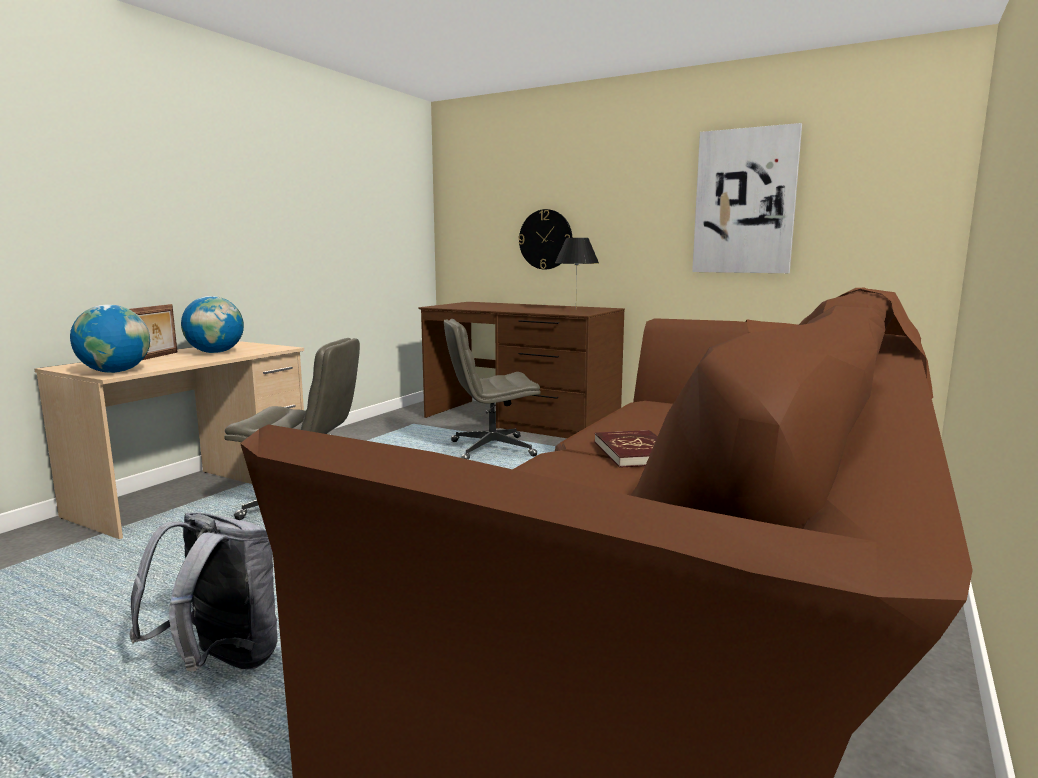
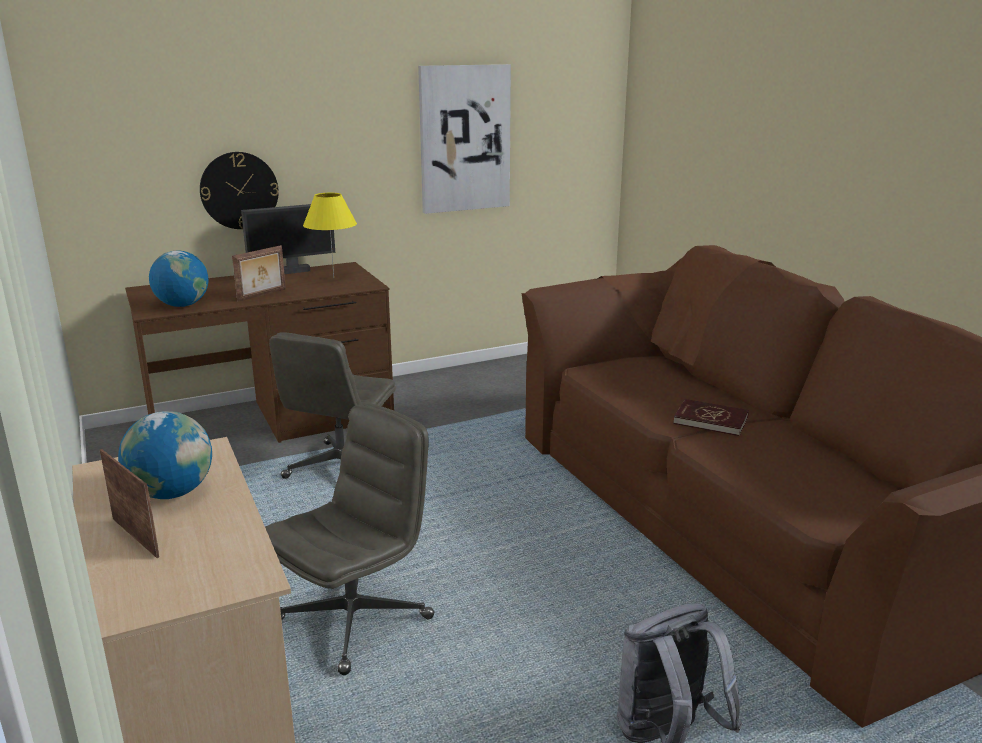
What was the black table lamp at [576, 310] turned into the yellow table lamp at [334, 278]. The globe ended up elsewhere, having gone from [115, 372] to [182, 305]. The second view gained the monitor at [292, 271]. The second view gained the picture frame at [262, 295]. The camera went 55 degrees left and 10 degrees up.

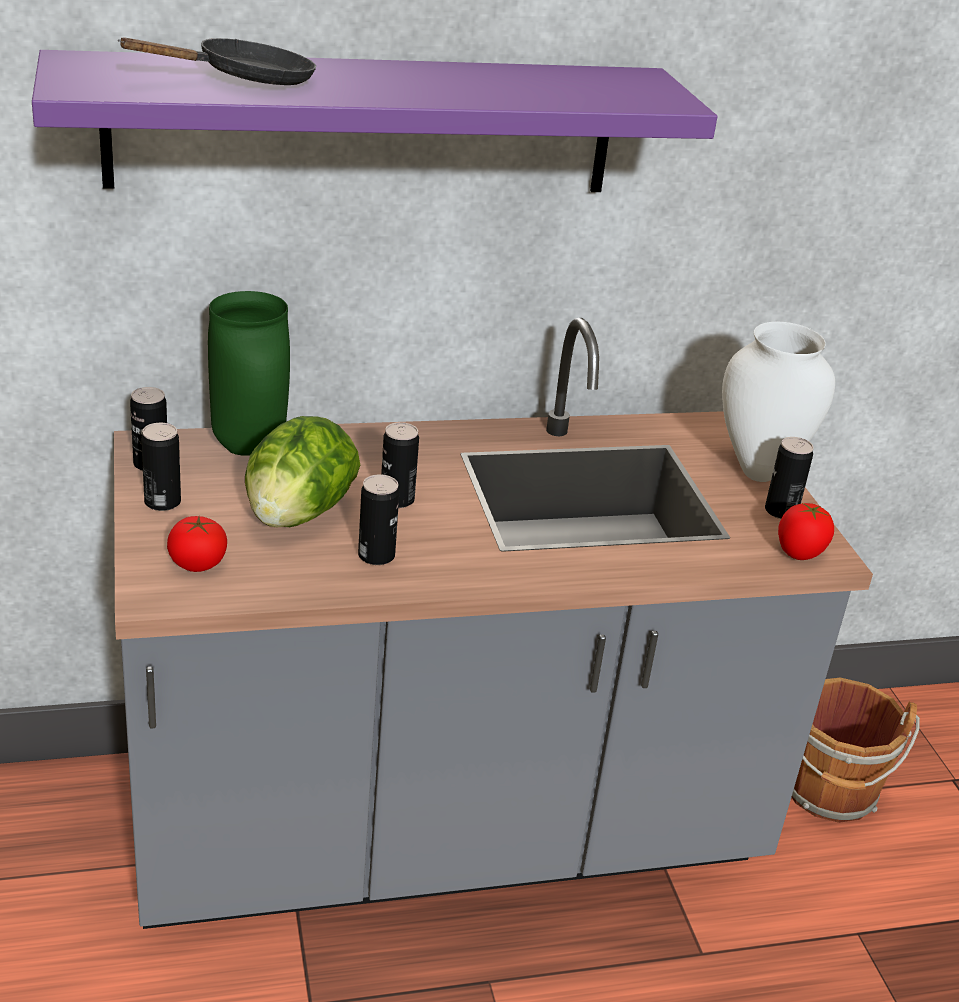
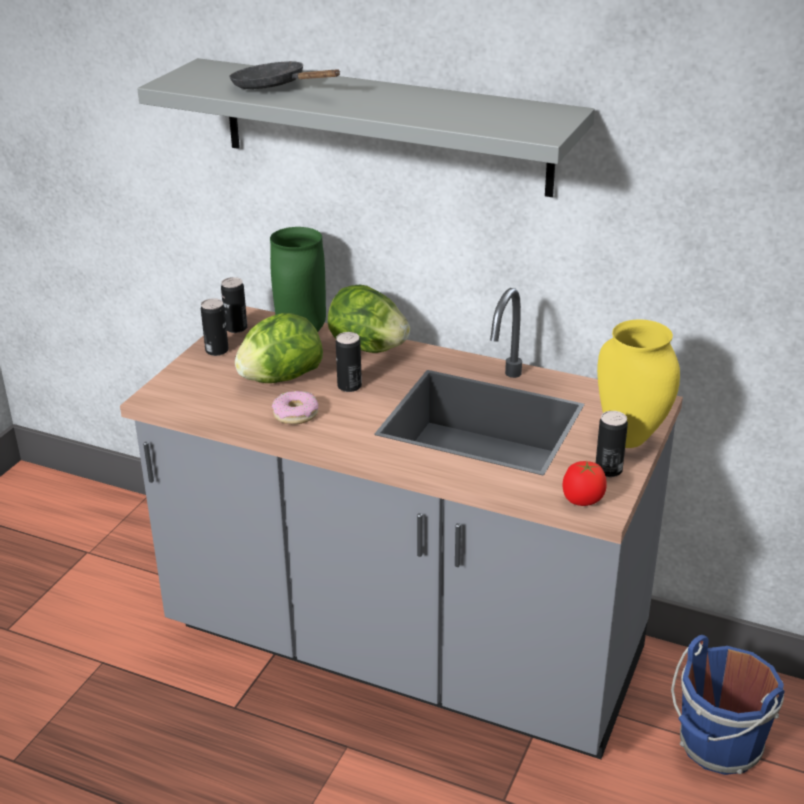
The black frying pan at [245, 80] ended up facing another way, 150 degrees counterclockwise from before. What was the purple shelf at [364, 125] turned into the grey shelf at [384, 126]. What was the white vase at [758, 472] turned into the yellow vase at [628, 440]. Where the can stood at [376, 556], the donut came to stand at [295, 414]. The second view lost the tomato at [197, 563]. What was the brown bucket at [829, 793] turned into the blue bucket at [718, 746]. The second view gained the lettuce at [367, 348]. The camera went 40 degrees right and 0 degrees up.

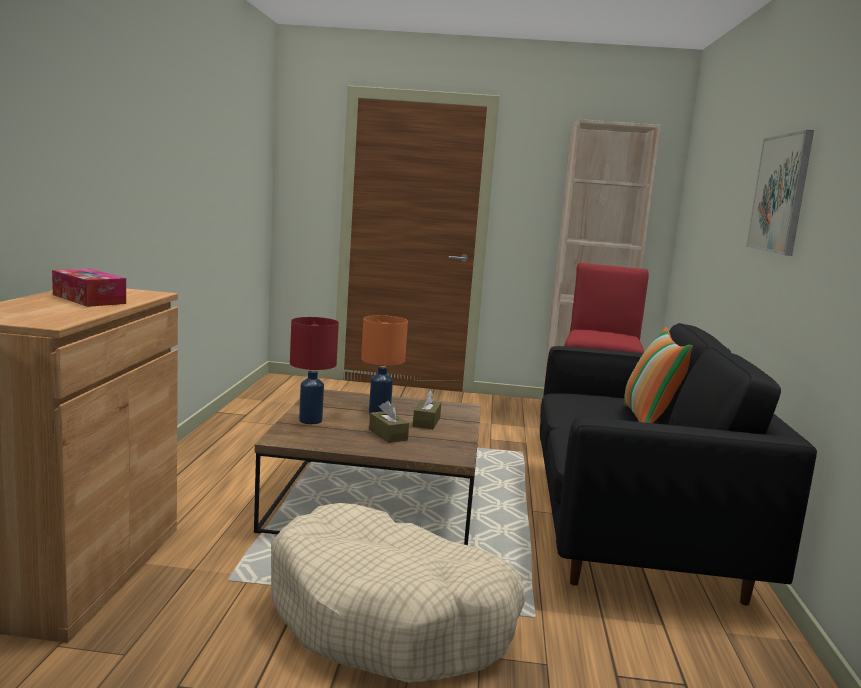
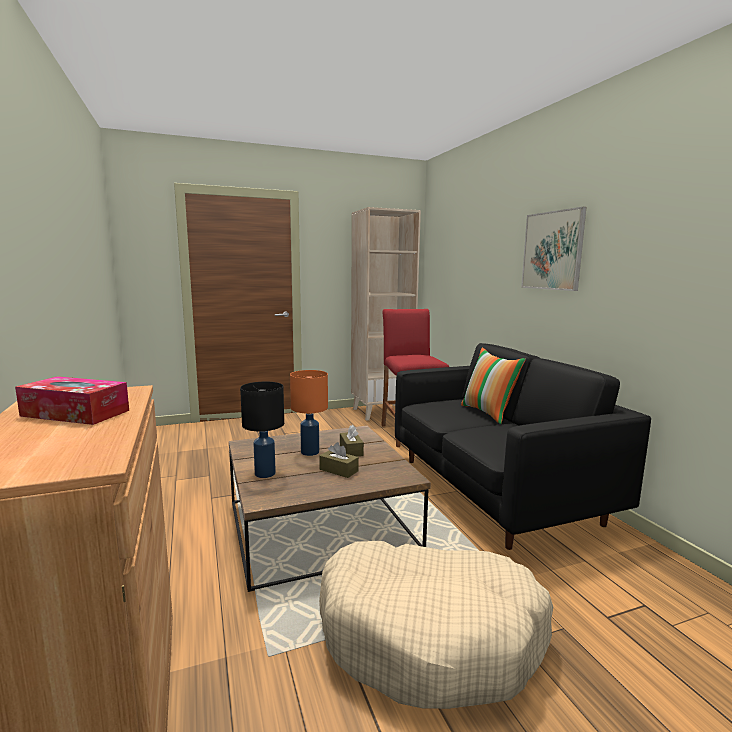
What was the red table lamp at [310, 420] turned into the black table lamp at [264, 473]. The camera went 25 degrees left and 0 degrees up.

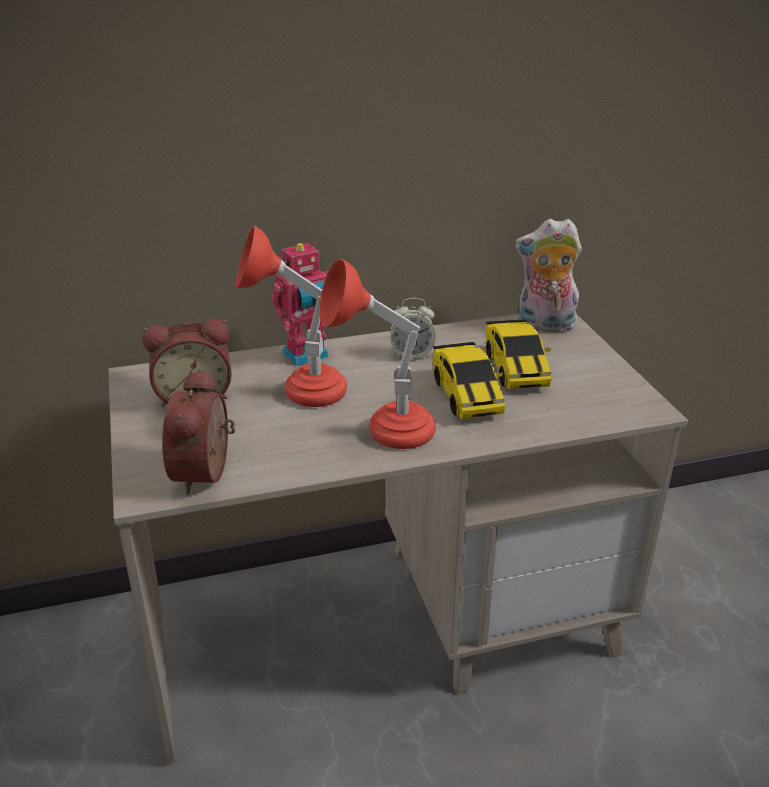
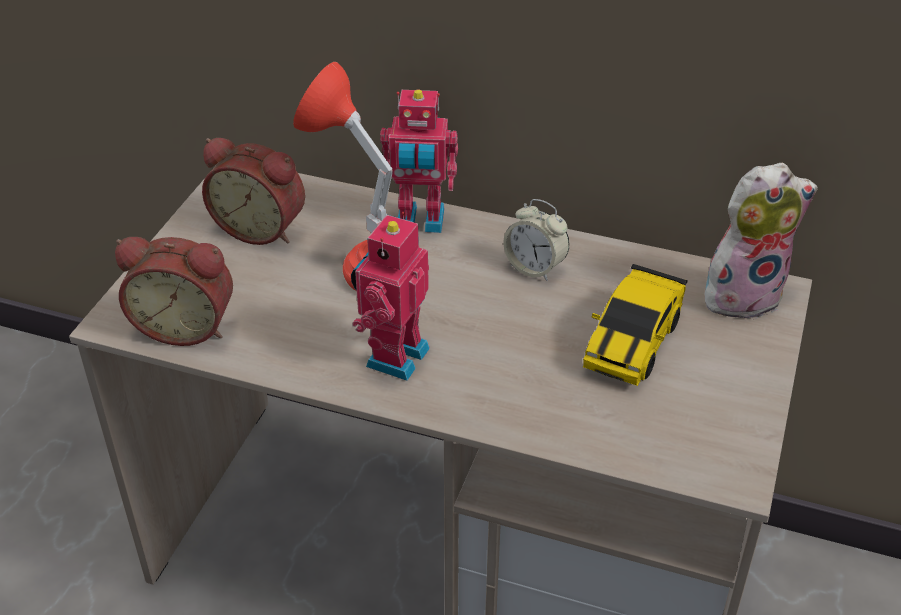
The plush toy at [544, 325] ended up facing another way, 120 degrees clockwise from before. Where the red table lamp stood at [382, 431], the toy robot came to stand at [393, 356]. The second view lost the toy car at [466, 395]. The alarm clock at [207, 473] ended up facing another way, 120 degrees counterclockwise from before. The camera went 35 degrees right and 10 degrees up.

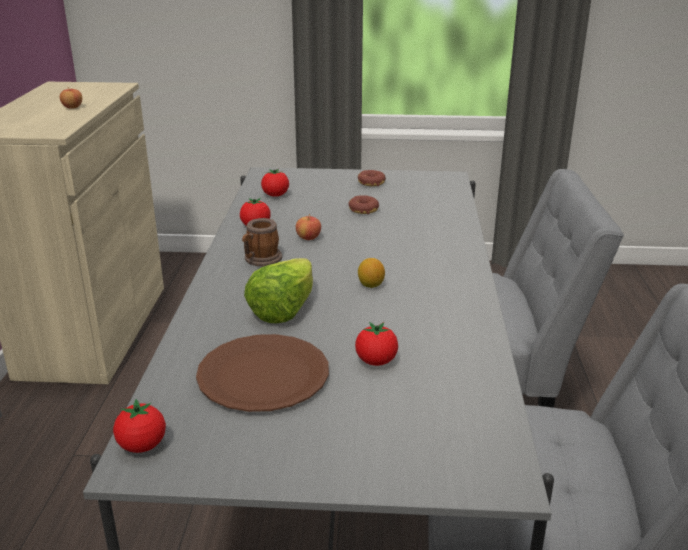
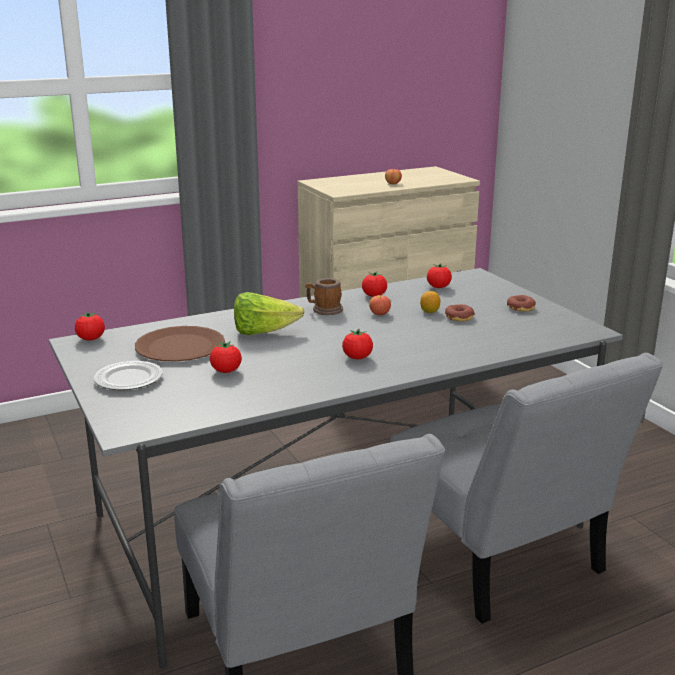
The lemon ended up elsewhere, having gone from [370, 285] to [429, 311]. The second view gained the tomato at [357, 358]. The second view gained the plate at [128, 379]. The camera went 60 degrees right and 5 degrees down.

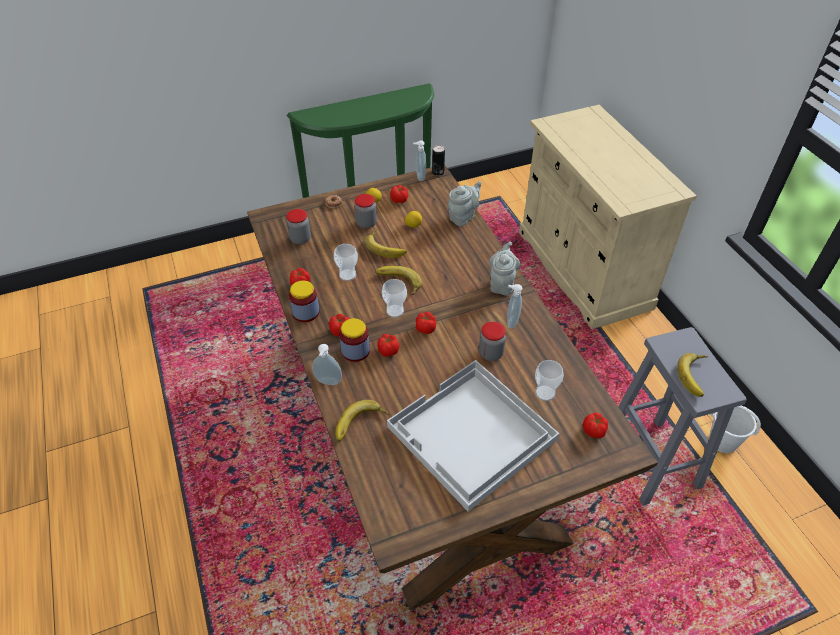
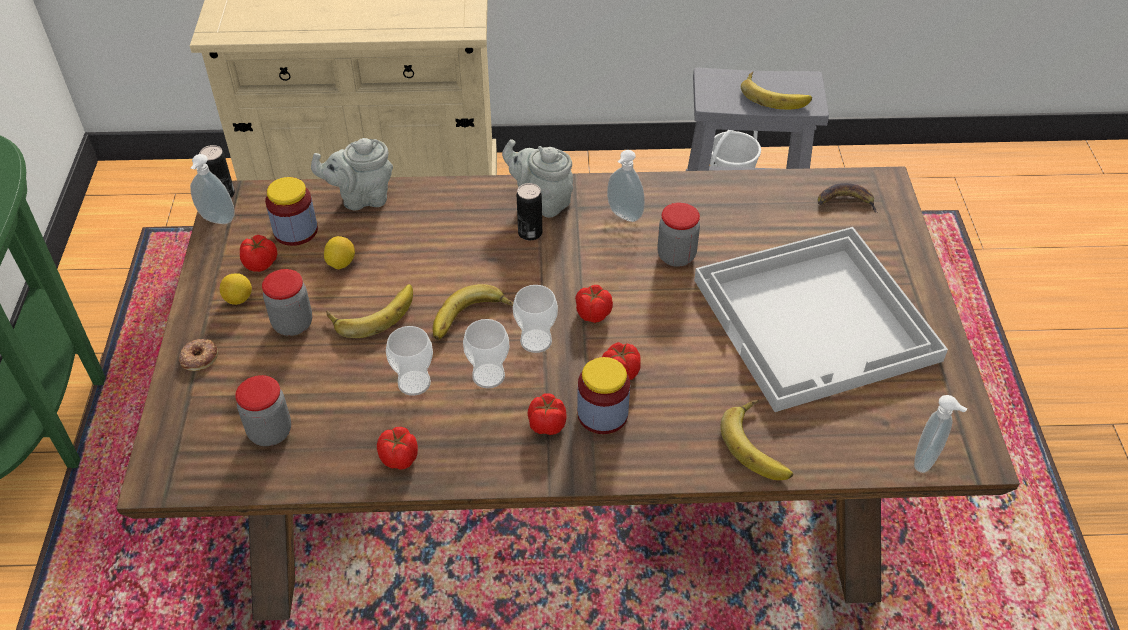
The grey teapot at [463, 217] ended up facing another way, 75 degrees counterclockwise from before. The jar ended up elsewhere, having gone from [306, 312] to [295, 231]. The soap dispenser ended up elsewhere, having gone from [328, 382] to [927, 461]. The cup ended up elsewhere, having gone from [545, 393] to [488, 376]. Where the tomato stood at [594, 431], the banana came to stand at [845, 202]. The second view gained the can at [530, 233]. The camera went 70 degrees left and 0 degrees up.

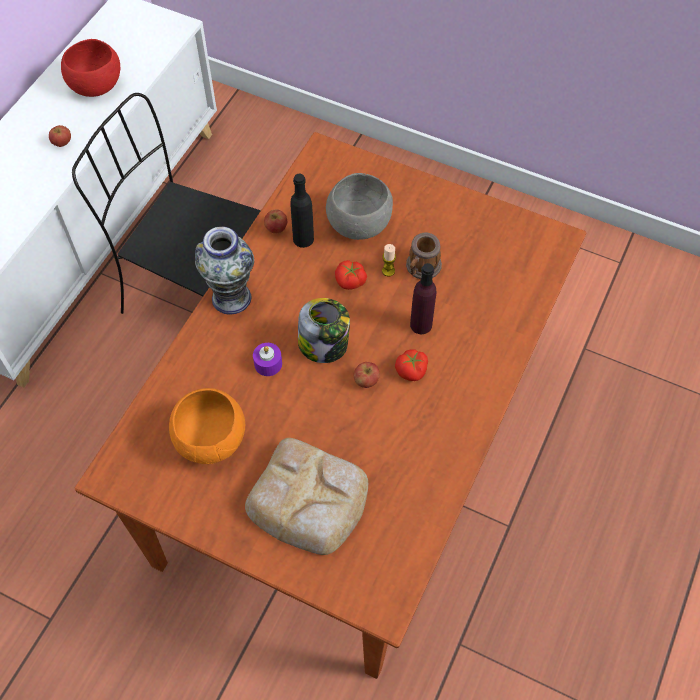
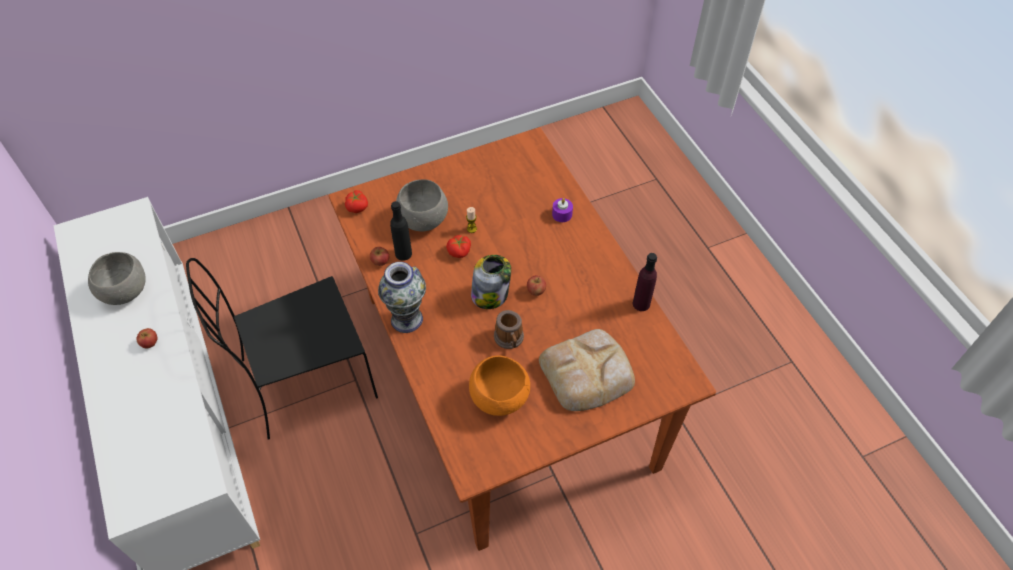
What was the red bowl at [95, 86] turned into the grey bowl at [124, 291]. The mug ended up elsewhere, having gone from [421, 268] to [510, 339]. The purple bottle ended up elsewhere, having gone from [421, 325] to [641, 304]. The purple candle ended up elsewhere, having gone from [268, 364] to [562, 214]. The tomato ended up elsewhere, having gone from [412, 370] to [357, 207]. The camera went 50 degrees left and 5 degrees down.

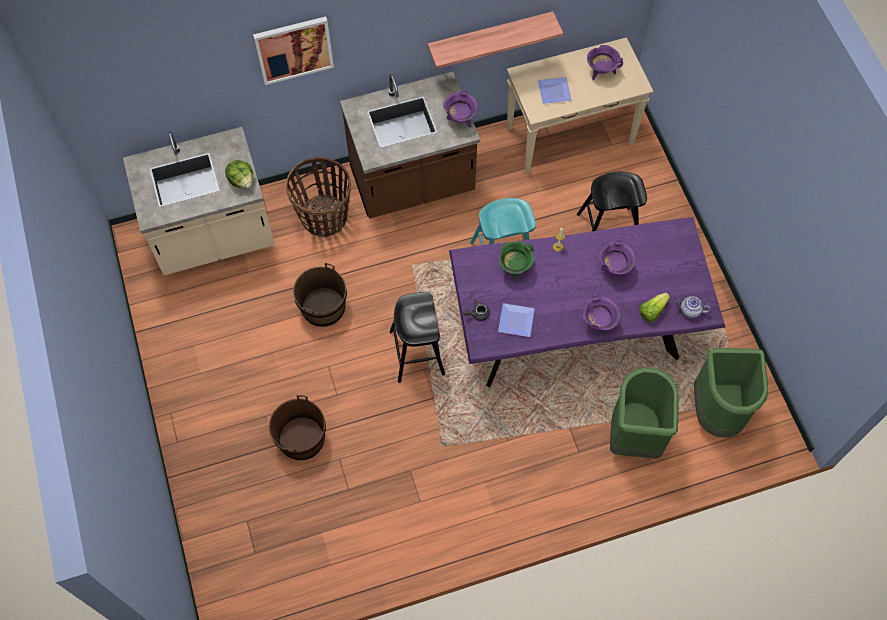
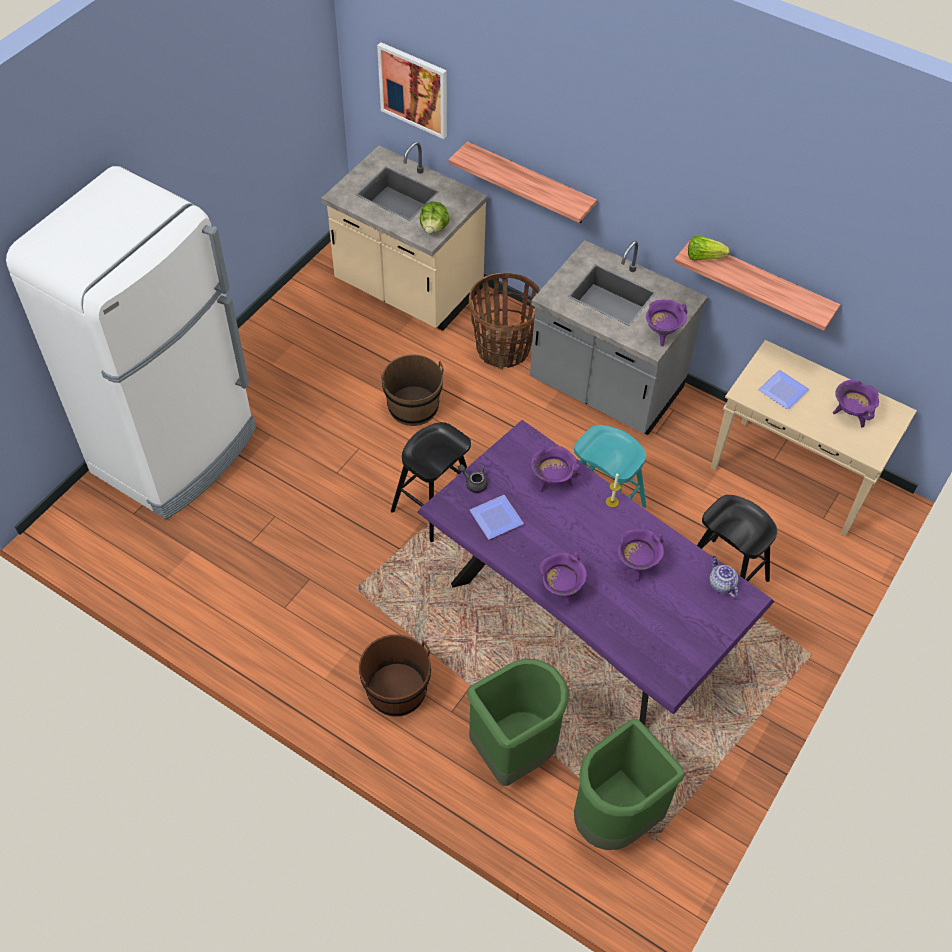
The picture ended up elsewhere, having gone from [294, 49] to [414, 89]. What was the brown counter at [412, 182] turned into the grey counter at [605, 387]. What was the green cooking pot at [515, 268] turned into the purple cooking pot at [552, 481]. The lettuce ended up elsewhere, having gone from [652, 311] to [704, 257]. The teapot ended up elsewhere, having gone from [689, 311] to [721, 584]. The brown bucket ended up elsewhere, having gone from [302, 439] to [397, 690]. The second view gained the shelf at [529, 184]. The second view gained the white fridge at [177, 451]. The camera went 50 degrees right and 10 degrees down.

